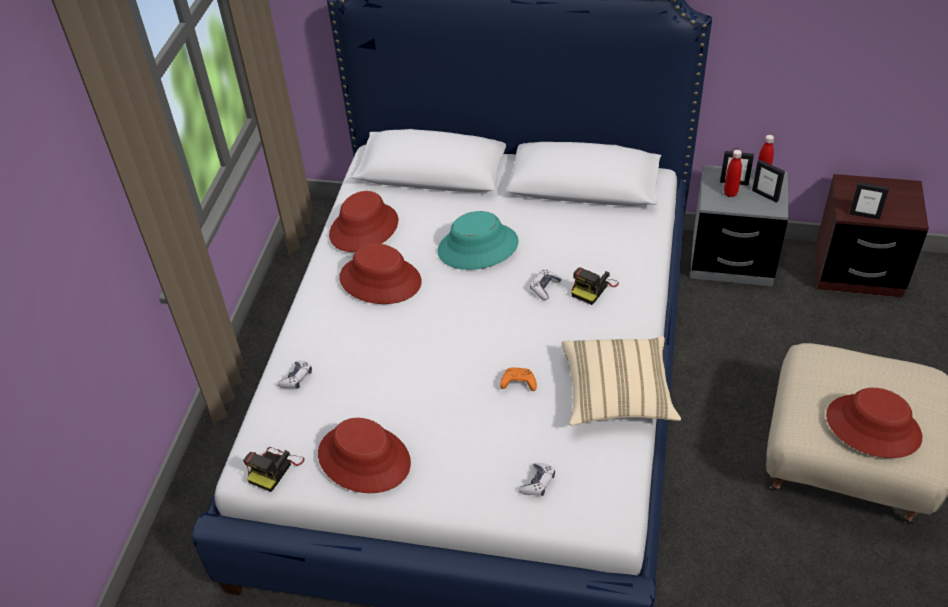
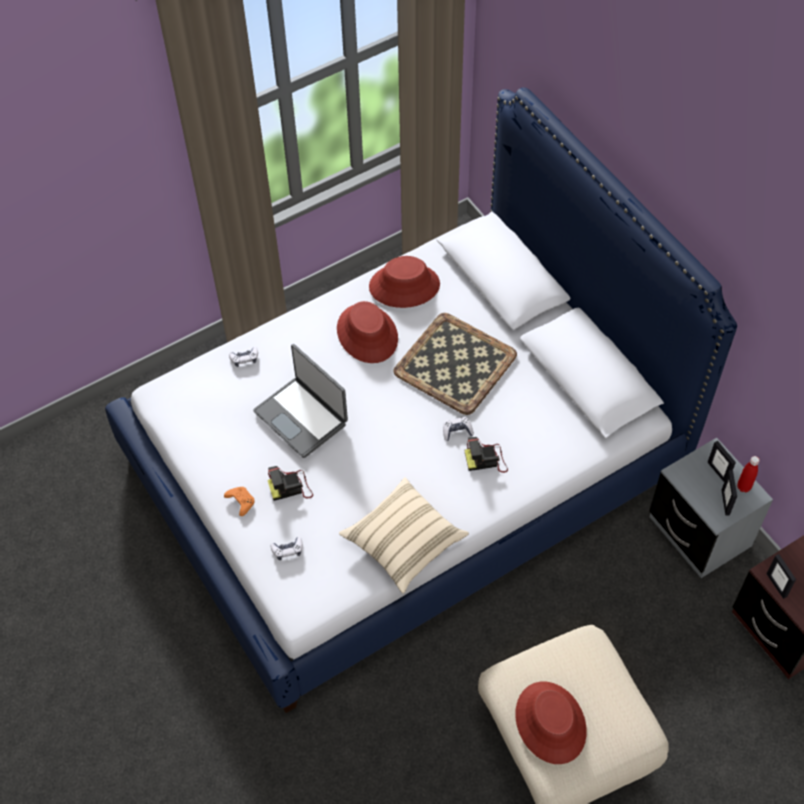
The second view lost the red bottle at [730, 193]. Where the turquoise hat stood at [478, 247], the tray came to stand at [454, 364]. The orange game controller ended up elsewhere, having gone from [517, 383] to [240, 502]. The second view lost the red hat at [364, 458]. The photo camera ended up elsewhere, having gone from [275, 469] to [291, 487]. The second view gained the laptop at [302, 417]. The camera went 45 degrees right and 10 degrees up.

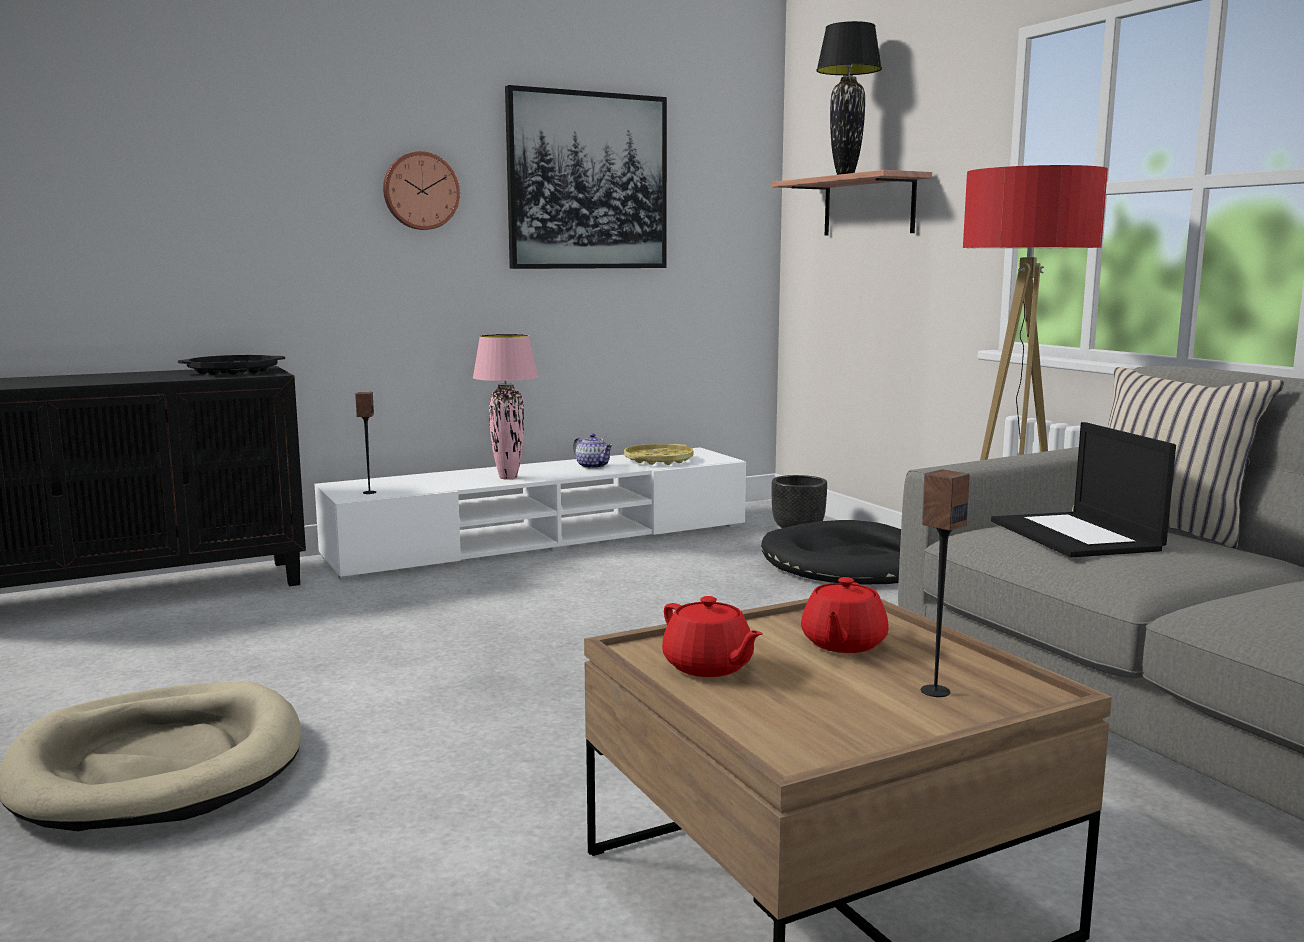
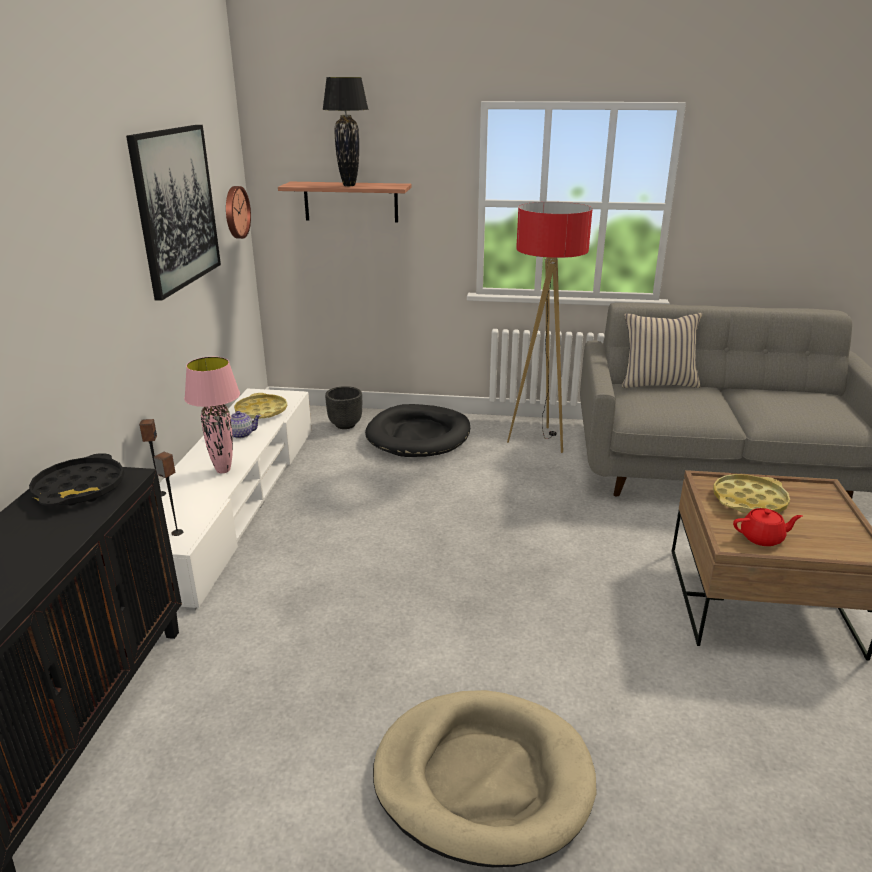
The wall clock ended up elsewhere, having gone from [420, 191] to [235, 212]. The second view lost the laptop at [1077, 536]. The speaker ended up elsewhere, having gone from [934, 691] to [160, 494]. Where the red teapot stood at [842, 644], the yellow tray came to stand at [749, 501]. The camera went 55 degrees left and 15 degrees up.

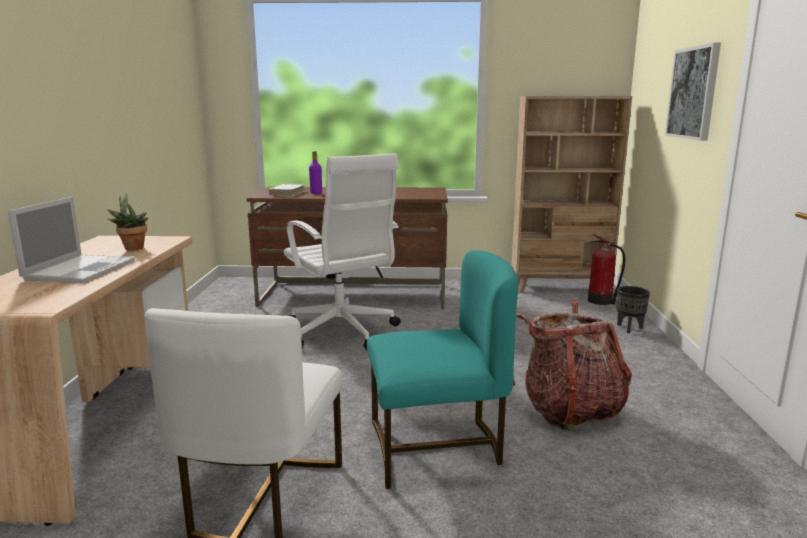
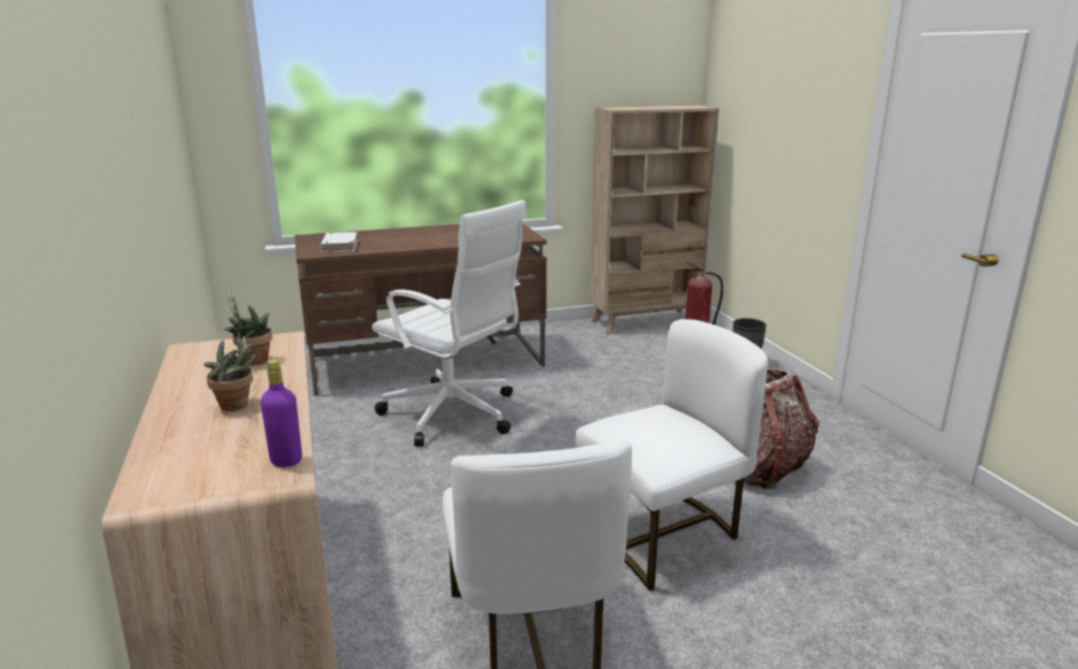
The second view lost the picture at [693, 93]. The purple bottle ended up elsewhere, having gone from [316, 193] to [286, 460]. Where the laptop stood at [81, 269], the potted plant came to stand at [238, 406]. What was the turquoise chair at [436, 447] turned into the white chair at [663, 534]. The camera went 20 degrees left and 5 degrees up.

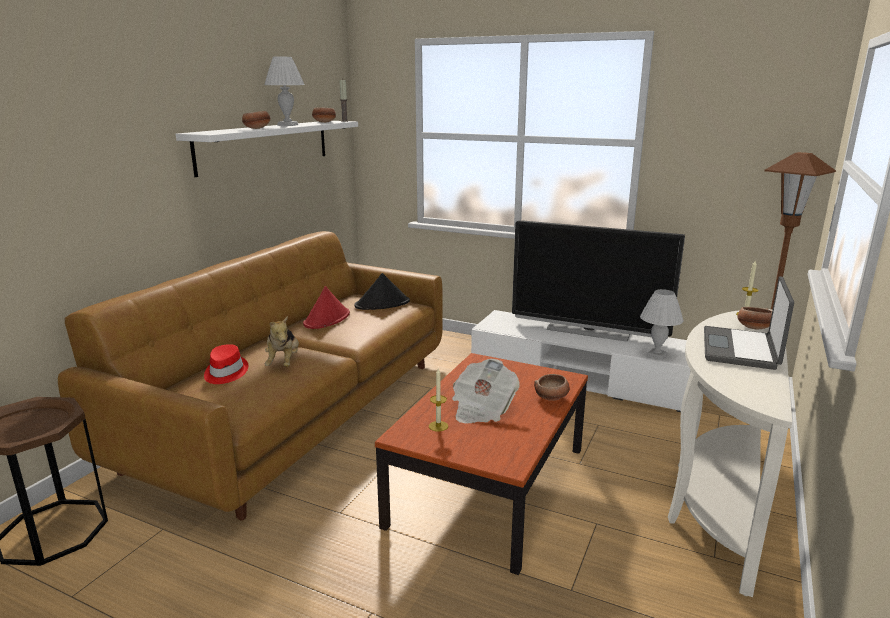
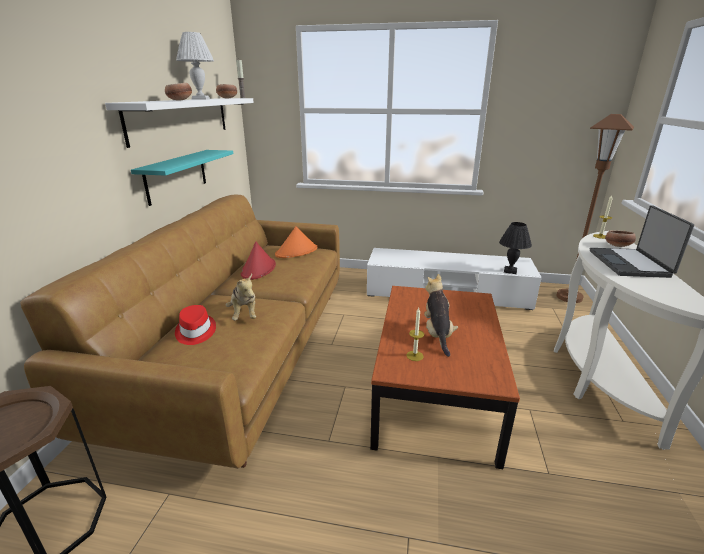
The second view lost the television at [588, 331]. What was the black hat at [382, 304] turned into the orange hat at [296, 251]. What was the white table lamp at [656, 355] turned into the black table lamp at [509, 271]. Where the newspaper stood at [482, 409], the plush toy came to stand at [437, 334]. The second view lost the bowl at [552, 397]. The second view gained the turquoise shelf at [176, 176]. The camera went 15 degrees left and 5 degrees up.

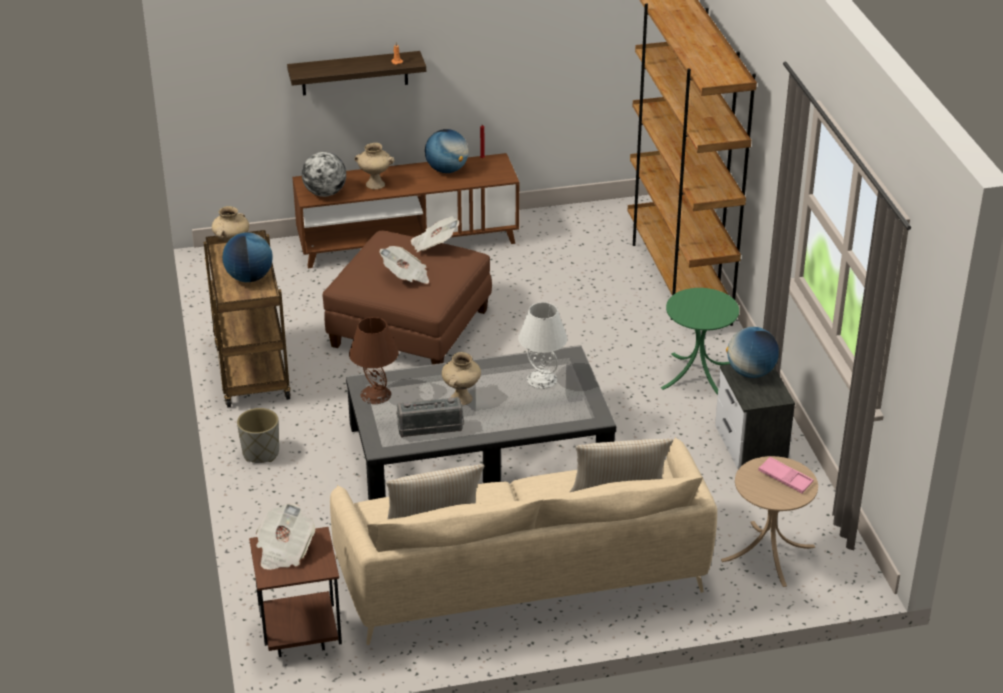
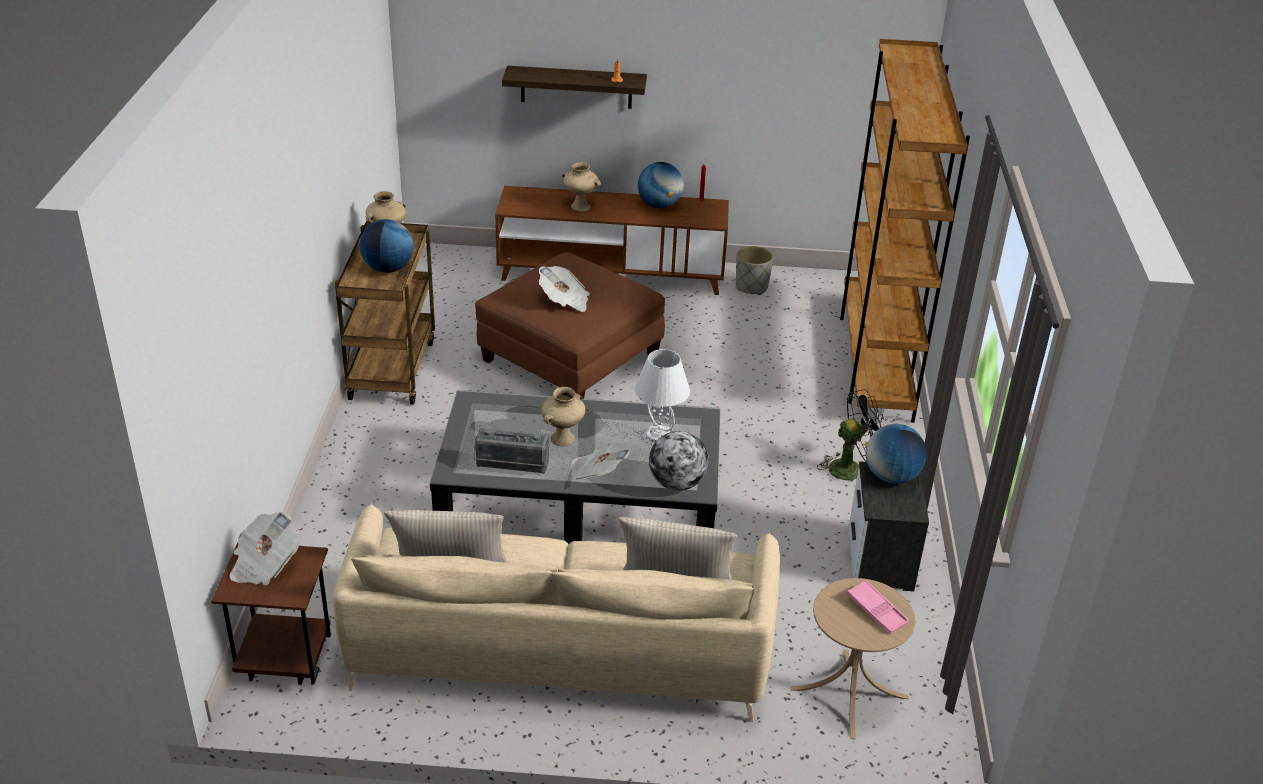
The globe ended up elsewhere, having gone from [325, 193] to [677, 483]. The newspaper ended up elsewhere, having gone from [434, 245] to [597, 473]. Where the green side table stood at [697, 375], the black fan came to stand at [852, 468]. The second view lost the brown table lamp at [375, 394]. The grey planter ended up elsewhere, having gone from [261, 453] to [752, 287]. The camera went 15 degrees right and 0 degrees up.

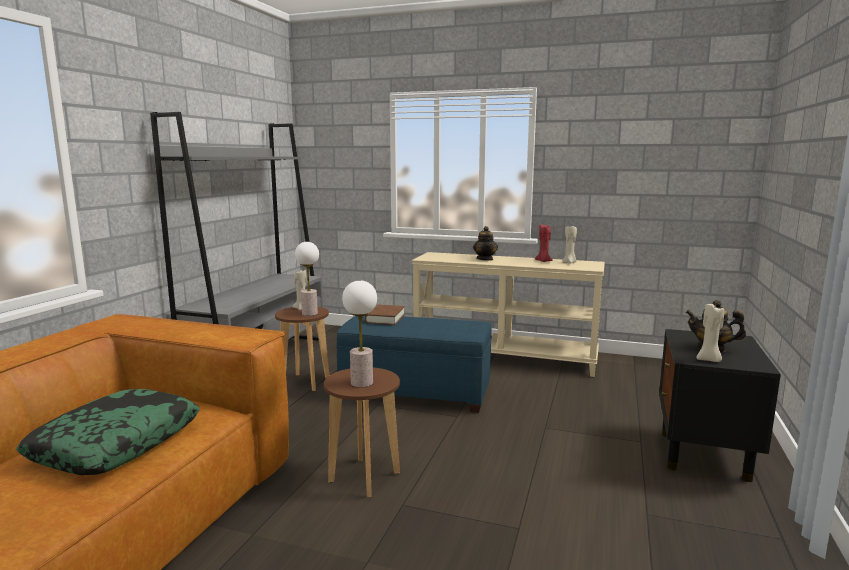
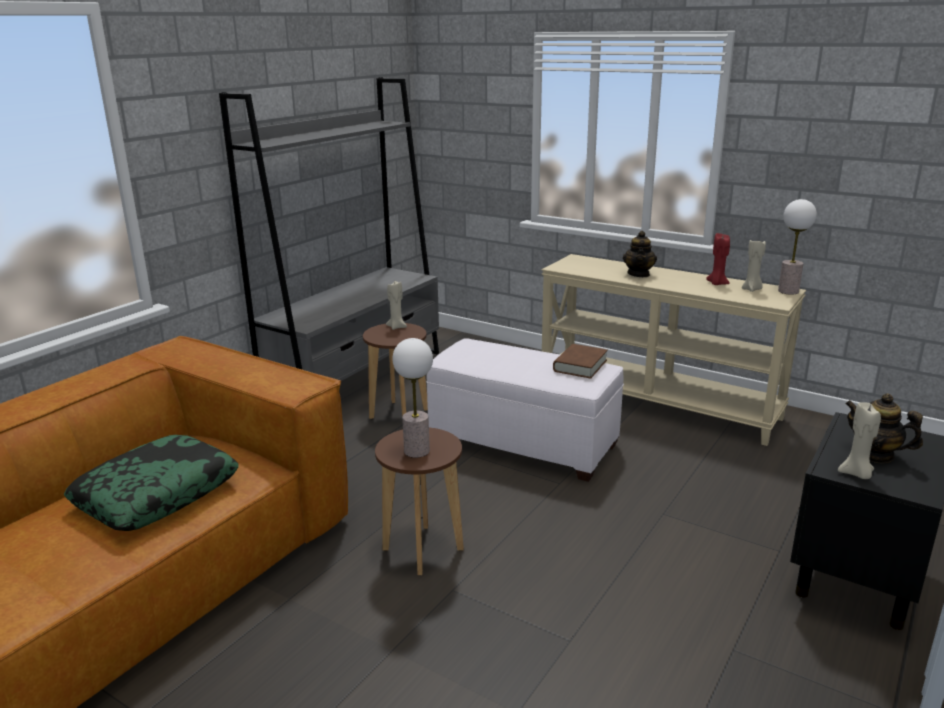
The table lamp ended up elsewhere, having gone from [309, 314] to [788, 291]. The brown book ended up elsewhere, having gone from [385, 318] to [580, 365]. What was the blue ottoman at [416, 392] turned into the white ottoman at [524, 443]. The camera went 15 degrees right and 10 degrees up.

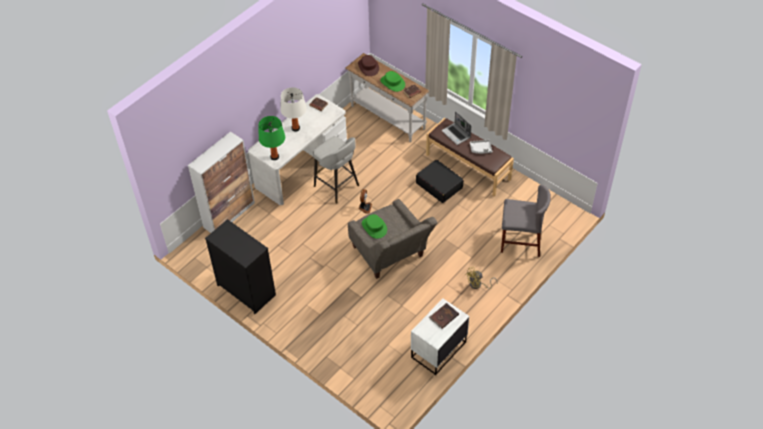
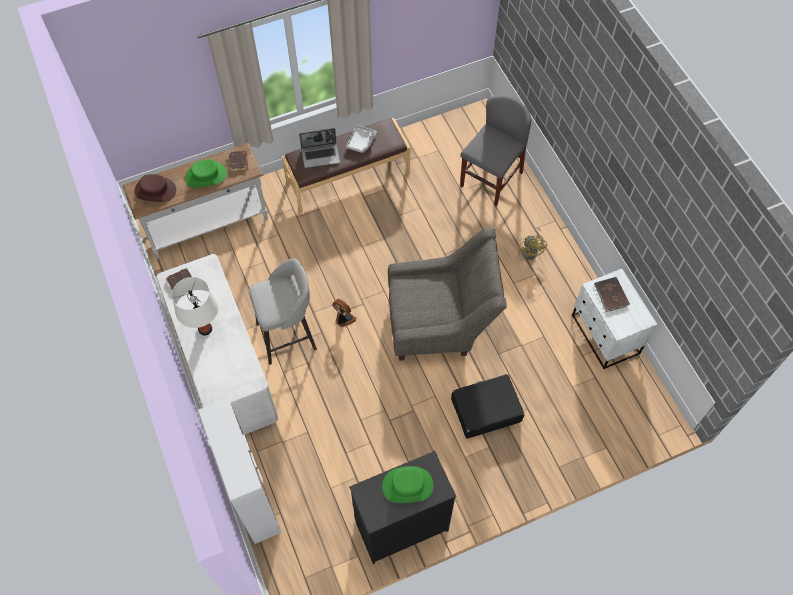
The second view lost the green table lamp at [274, 157]. The black suitcase ended up elsewhere, having gone from [439, 185] to [485, 410]. The green hat ended up elsewhere, having gone from [374, 227] to [407, 485]. The camera went 65 degrees left and 10 degrees up.

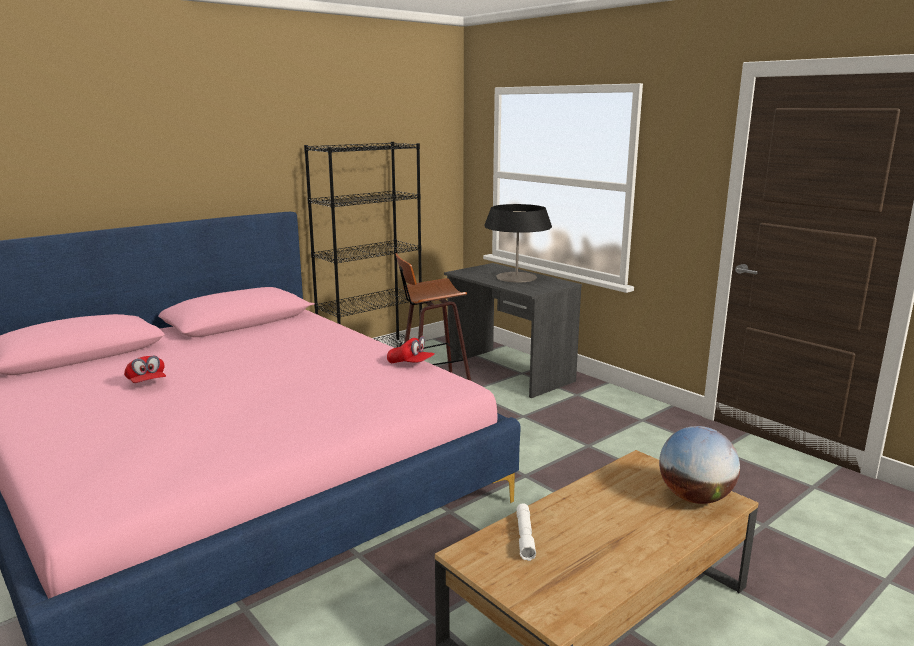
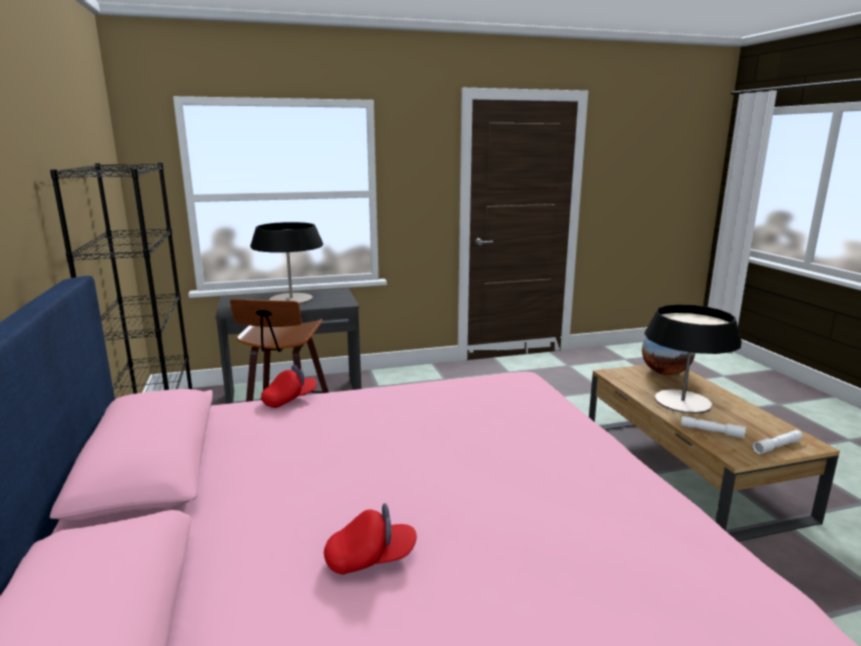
The red cap ended up elsewhere, having gone from [410, 364] to [290, 399]. The second view gained the table lamp at [682, 401]. The second view gained the white flashlight at [777, 446]. The camera went 65 degrees left and 0 degrees up.

